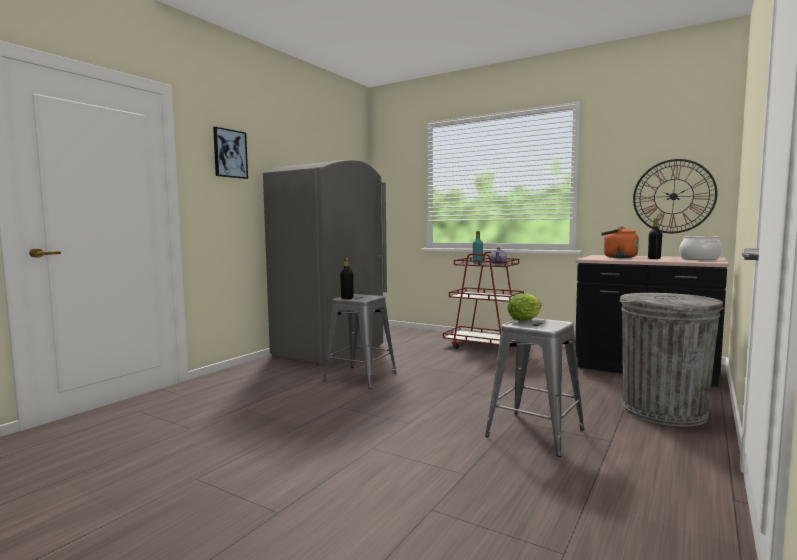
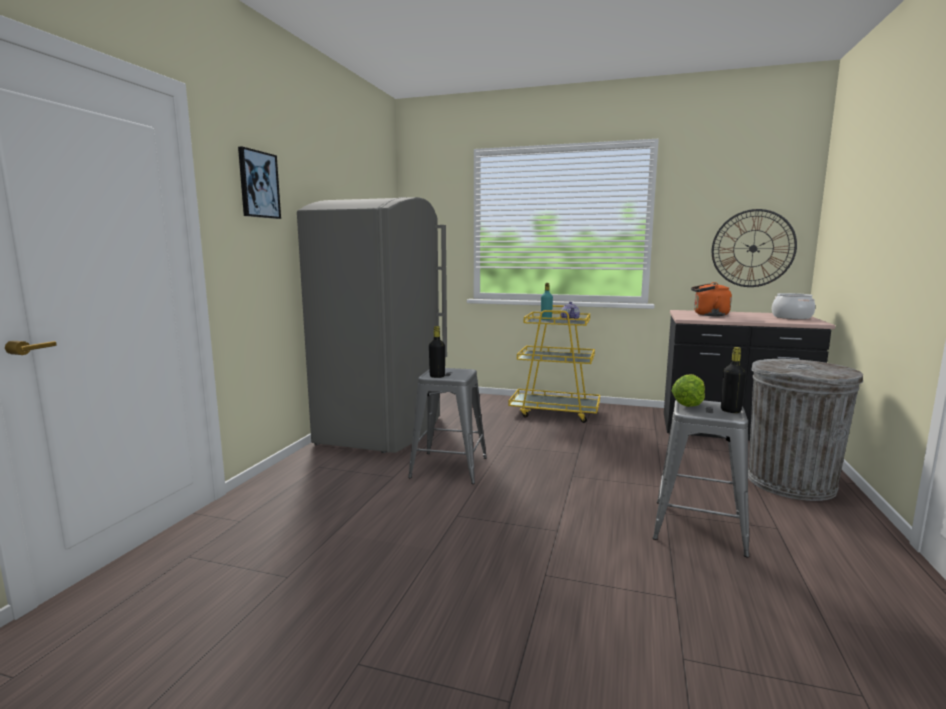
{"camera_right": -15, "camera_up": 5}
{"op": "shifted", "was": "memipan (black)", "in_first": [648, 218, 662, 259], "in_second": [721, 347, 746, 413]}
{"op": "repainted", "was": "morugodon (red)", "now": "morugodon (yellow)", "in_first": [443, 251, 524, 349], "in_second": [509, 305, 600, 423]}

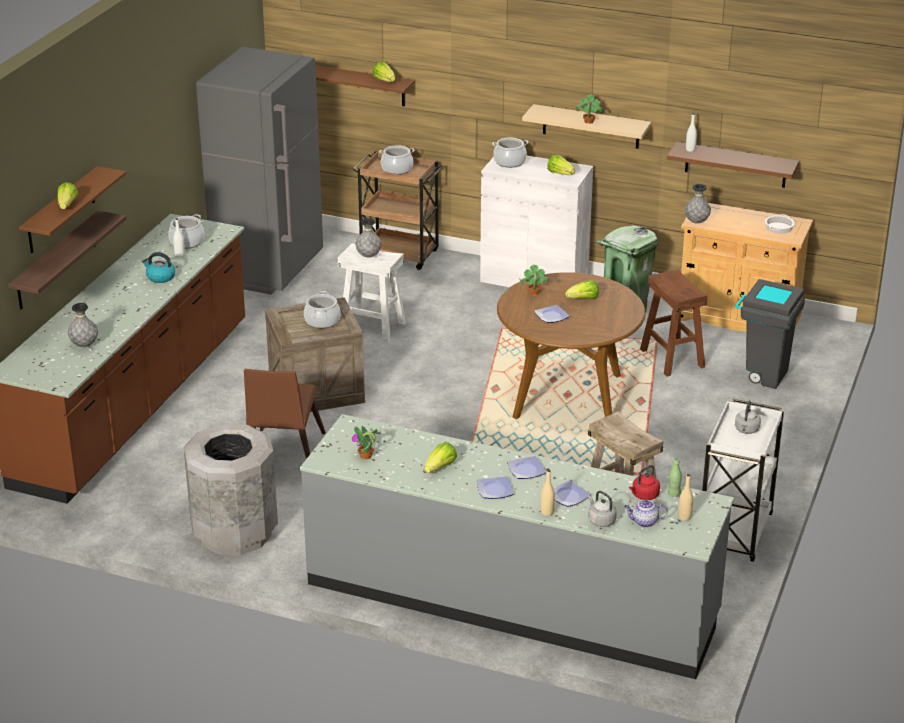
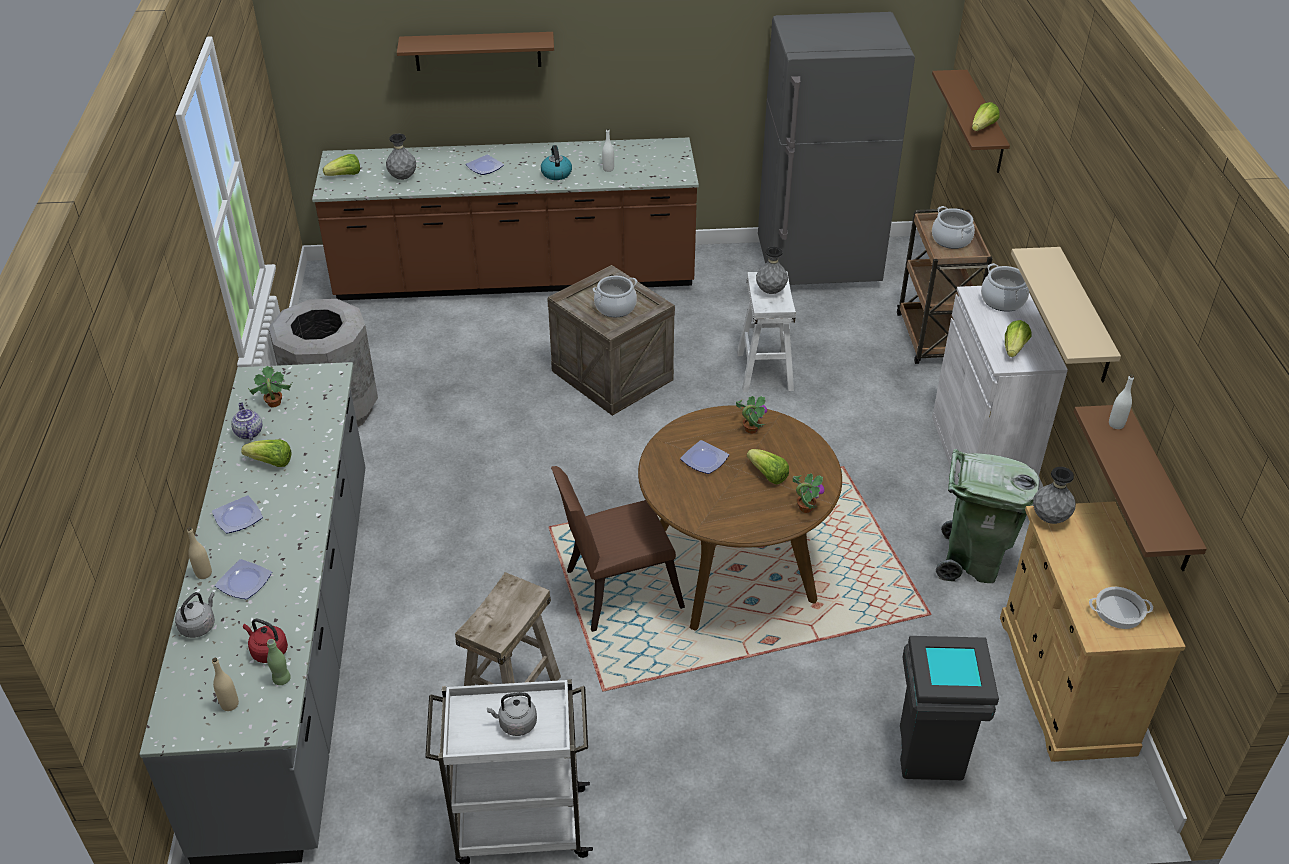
{"camera_right": 65, "camera_up": 10}
{"op": "shifted", "was": "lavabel", "in_first": [575, 95, 604, 124], "in_second": [793, 473, 825, 513]}
{"op": "shifted", "was": "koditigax", "in_first": [57, 182, 78, 209], "in_second": [323, 154, 360, 176]}
{"op": "gone", "was": "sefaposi", "in_first": [8, 211, 126, 309]}
{"op": "gone", "was": "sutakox", "in_first": [168, 214, 205, 249]}
{"op": "gone", "was": "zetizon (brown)", "in_first": [640, 269, 708, 377]}
{"op": "shifted", "was": "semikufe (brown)", "in_first": [244, 369, 326, 459], "in_second": [551, 466, 685, 632]}
{"op": "shifted", "was": "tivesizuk", "in_first": [507, 456, 546, 479], "in_second": [466, 155, 504, 175]}
{"op": "shifted", "was": "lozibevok", "in_first": [624, 500, 668, 527], "in_second": [231, 402, 262, 440]}

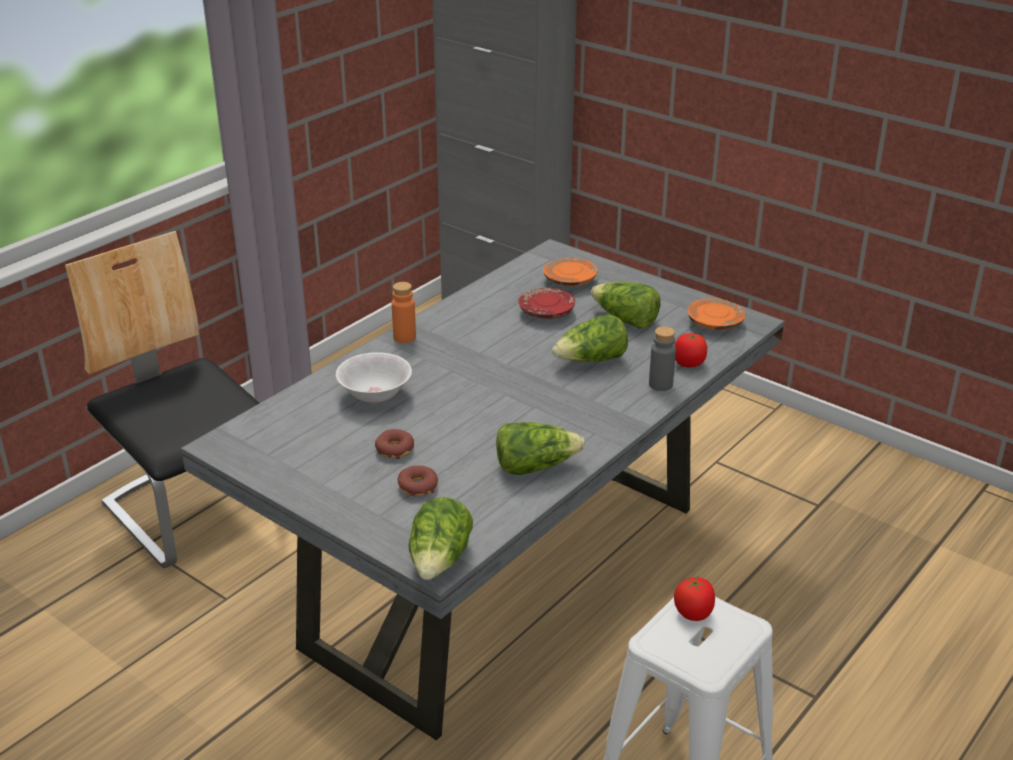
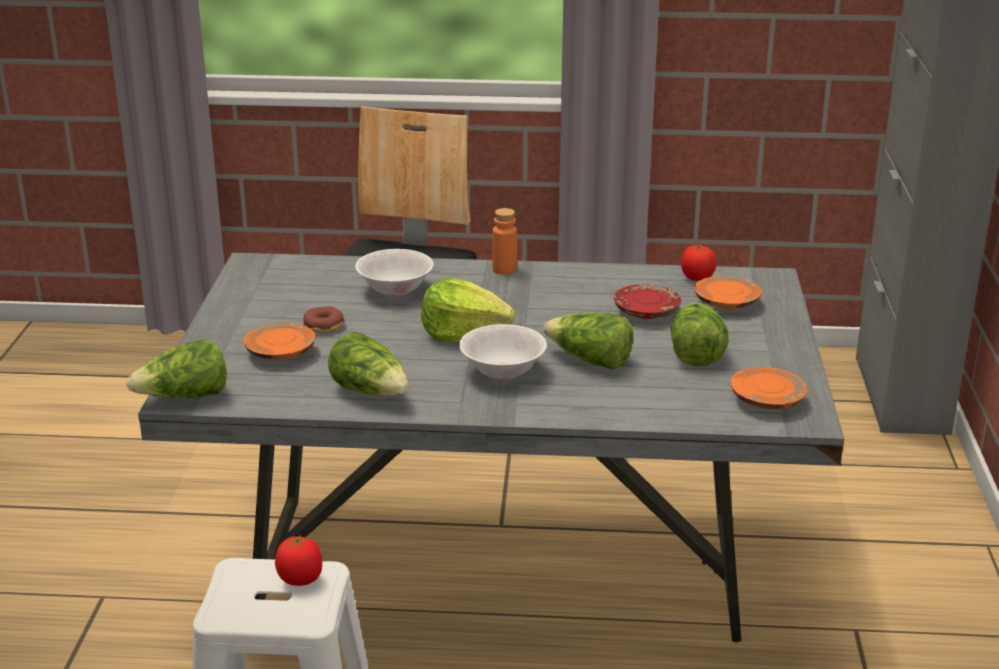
{"camera_right": 55, "camera_up": -5}
{"op": "gone", "was": "memipan (grey)", "in_first": [649, 326, 676, 391]}
{"op": "shifted", "was": "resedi", "in_first": [675, 333, 707, 368], "in_second": [681, 245, 716, 281]}
{"op": "swapped", "was": "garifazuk", "now": "tivesizuk (orange)", "in_first": [397, 466, 438, 496], "in_second": [243, 323, 315, 361]}
{"op": "new", "now": "koditigax", "in_second": [421, 278, 515, 342]}
{"op": "new", "now": "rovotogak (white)", "in_second": [459, 324, 547, 380]}

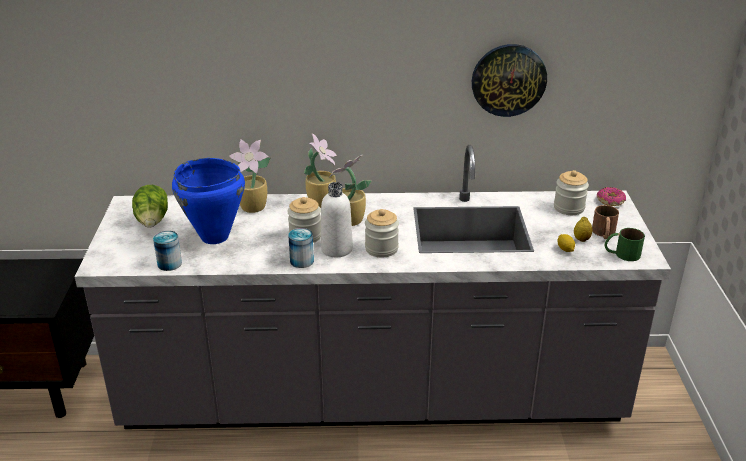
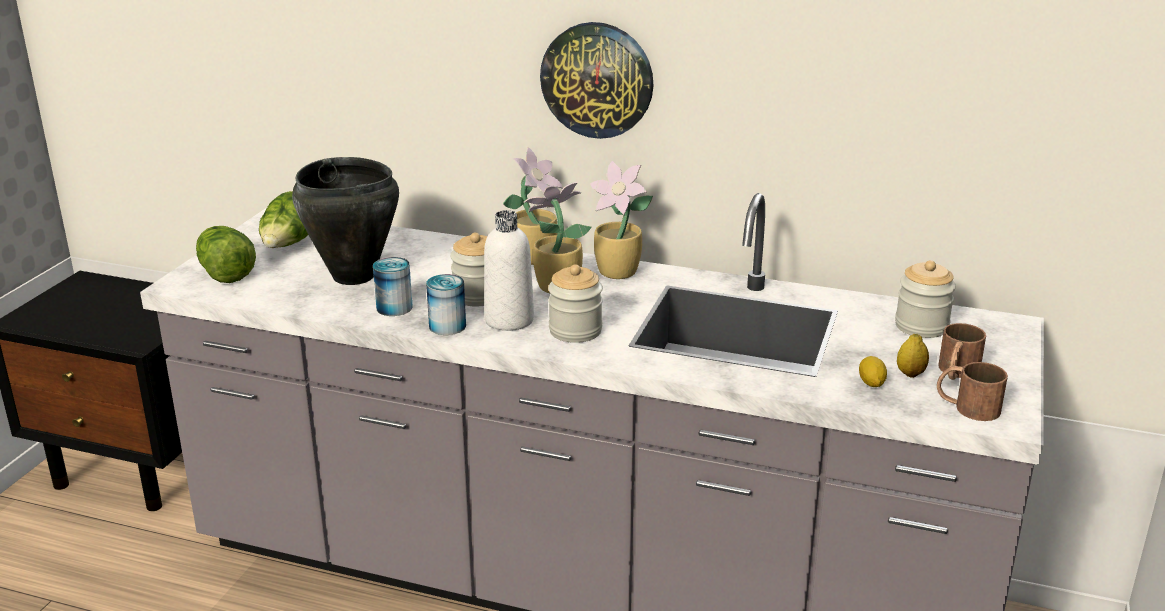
{"camera_right": 20, "camera_up": -5}
{"op": "shifted", "was": "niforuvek", "in_first": [472, 44, 547, 117], "in_second": [540, 22, 654, 139]}
{"op": "shifted", "was": "lavabel", "in_first": [230, 139, 270, 213], "in_second": [590, 161, 653, 279]}
{"op": "repainted", "was": "sutakox (blue)", "now": "sutakox (black)", "in_first": [172, 158, 245, 244], "in_second": [292, 157, 399, 285]}
{"op": "gone", "was": "garifazuk", "in_first": [597, 187, 626, 206]}
{"op": "repainted", "was": "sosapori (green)", "now": "sosapori (brown)", "in_first": [605, 228, 645, 261], "in_second": [937, 362, 1008, 421]}
{"op": "shifted", "was": "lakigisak", "in_first": [153, 231, 182, 271], "in_second": [373, 257, 413, 316]}
{"op": "new", "now": "koditigax", "in_second": [196, 226, 256, 283]}

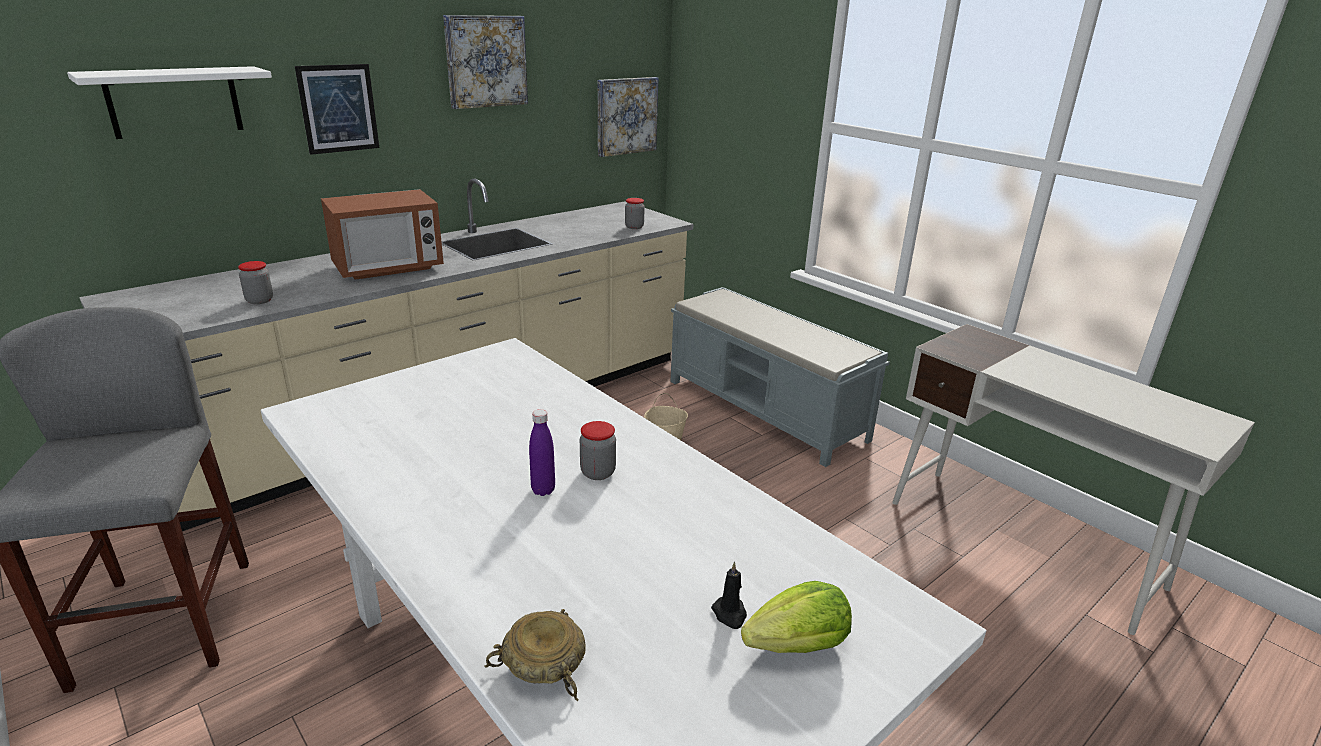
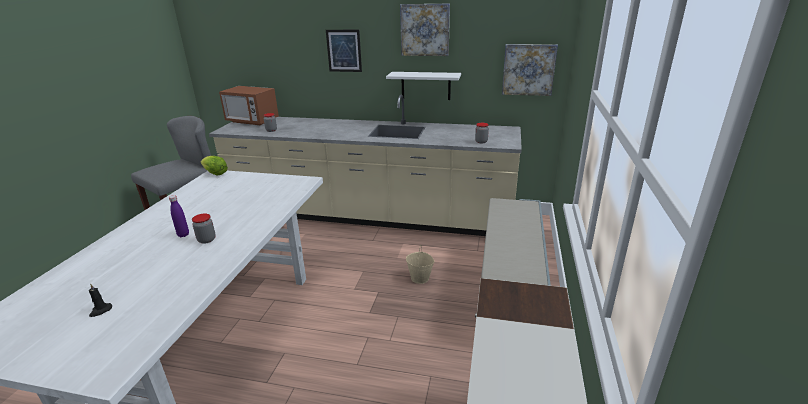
{"camera_right": 55, "camera_up": 0}
{"op": "shifted", "was": "sefaposi (white)", "in_first": [67, 66, 272, 139], "in_second": [386, 72, 461, 100]}
{"op": "shifted", "was": "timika", "in_first": [321, 189, 444, 280], "in_second": [219, 86, 279, 125]}
{"op": "shifted", "was": "koditigax", "in_first": [741, 581, 852, 653], "in_second": [201, 156, 228, 176]}
{"op": "gone", "was": "rovotogak (beige)", "in_first": [484, 609, 586, 701]}

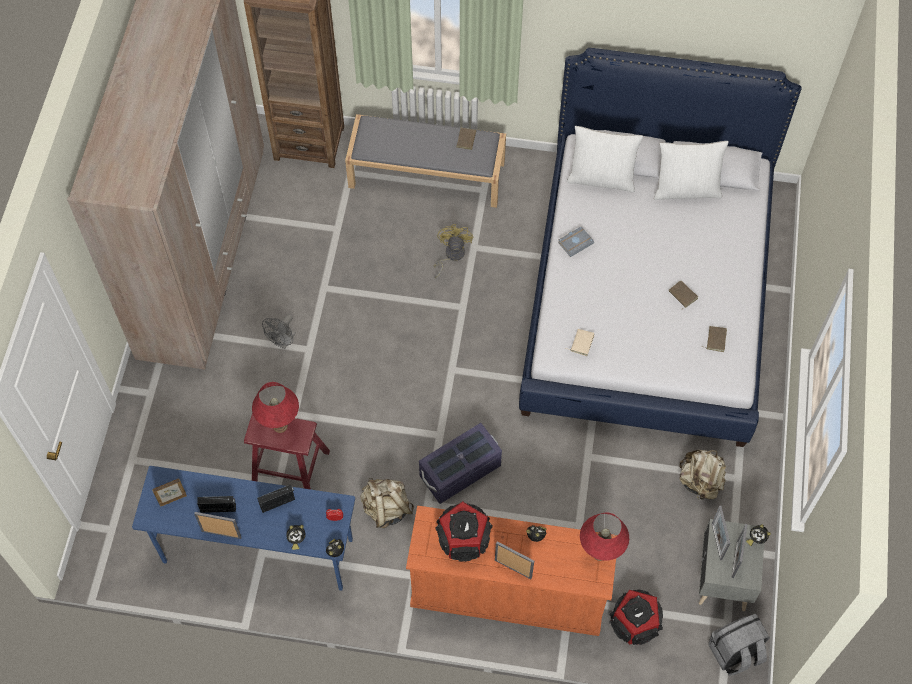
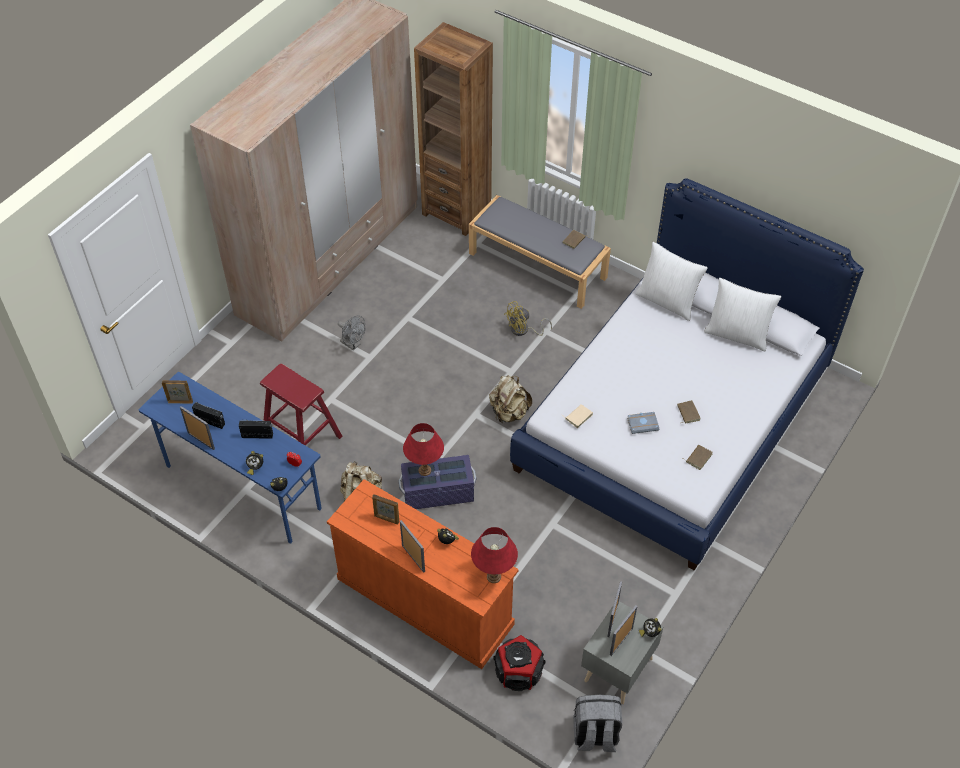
{"camera_right": 25, "camera_up": -10}
{"op": "rotated", "was": "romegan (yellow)", "in_first": [434, 224, 473, 278], "in_second": [504, 301, 552, 336], "clockwise": -150}
{"op": "shifted", "was": "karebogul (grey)", "in_first": [558, 226, 594, 257], "in_second": [627, 412, 659, 434]}
{"op": "rotated", "was": "romegan (grey)", "in_first": [262, 314, 296, 349], "in_second": [338, 315, 365, 351], "clockwise": -105}
{"op": "shifted", "was": "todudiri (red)", "in_first": [252, 382, 299, 433], "in_second": [403, 423, 444, 476]}
{"op": "shifted", "was": "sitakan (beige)", "in_first": [679, 450, 726, 500], "in_second": [489, 375, 532, 423]}
{"op": "swapped", "was": "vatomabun", "now": "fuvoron", "in_first": [436, 501, 493, 562], "in_second": [372, 494, 399, 524]}

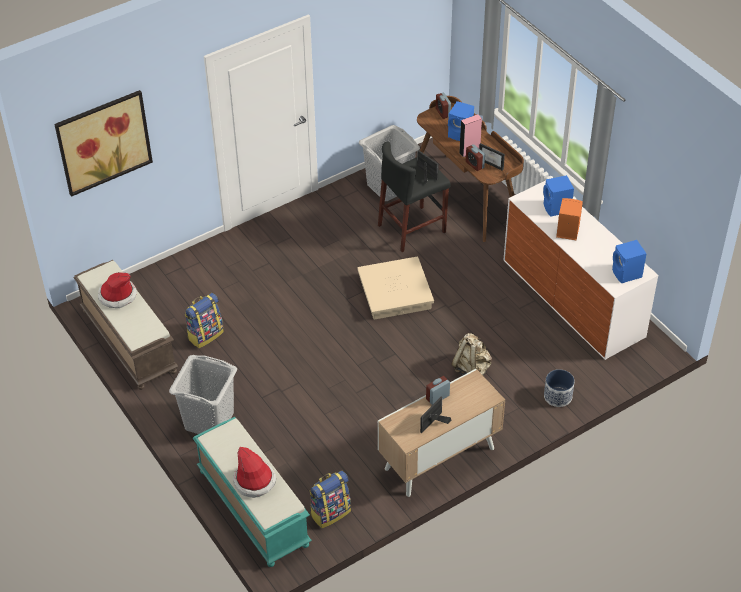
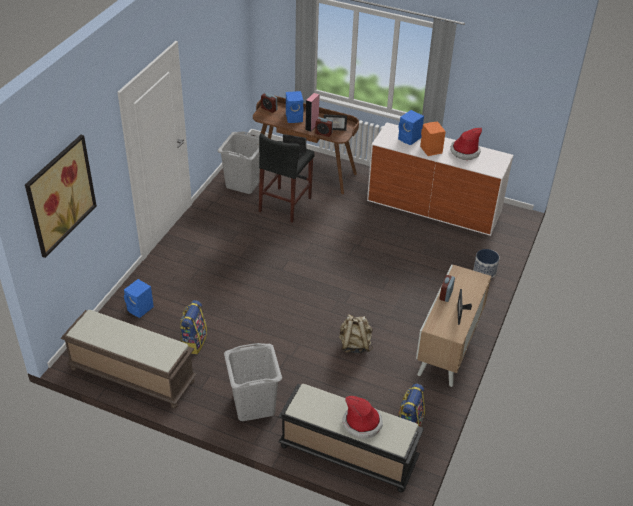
{"camera_right": -35, "camera_up": -5}
{"op": "shifted", "was": "vatomabun (blue)", "in_first": [612, 240, 647, 283], "in_second": [124, 279, 154, 318]}
{"op": "gone", "was": "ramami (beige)", "in_first": [357, 256, 434, 320]}
{"op": "shifted", "was": "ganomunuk", "in_first": [98, 272, 136, 308], "in_second": [450, 128, 482, 160]}
{"op": "shifted", "was": "sitakan (beige)", "in_first": [451, 333, 492, 376], "in_second": [339, 314, 373, 353]}
{"op": "repainted", "was": "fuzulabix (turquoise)", "now": "fuzulabix (black)", "in_first": [193, 417, 312, 567], "in_second": [278, 384, 424, 492]}

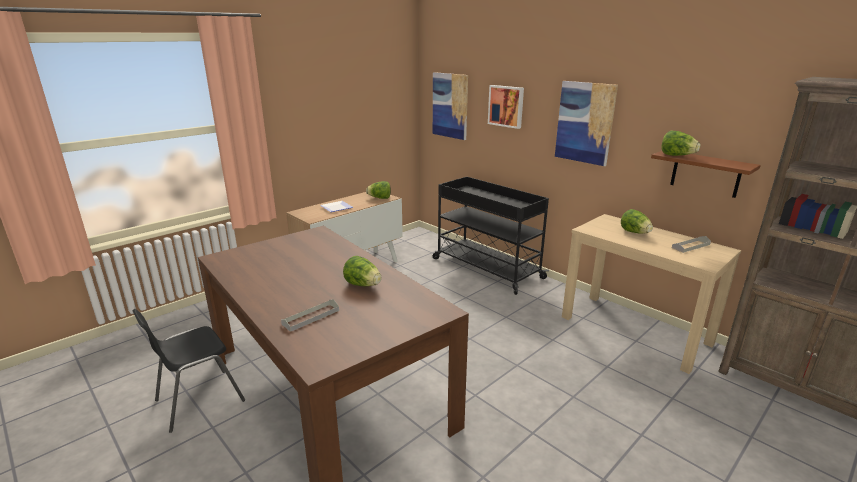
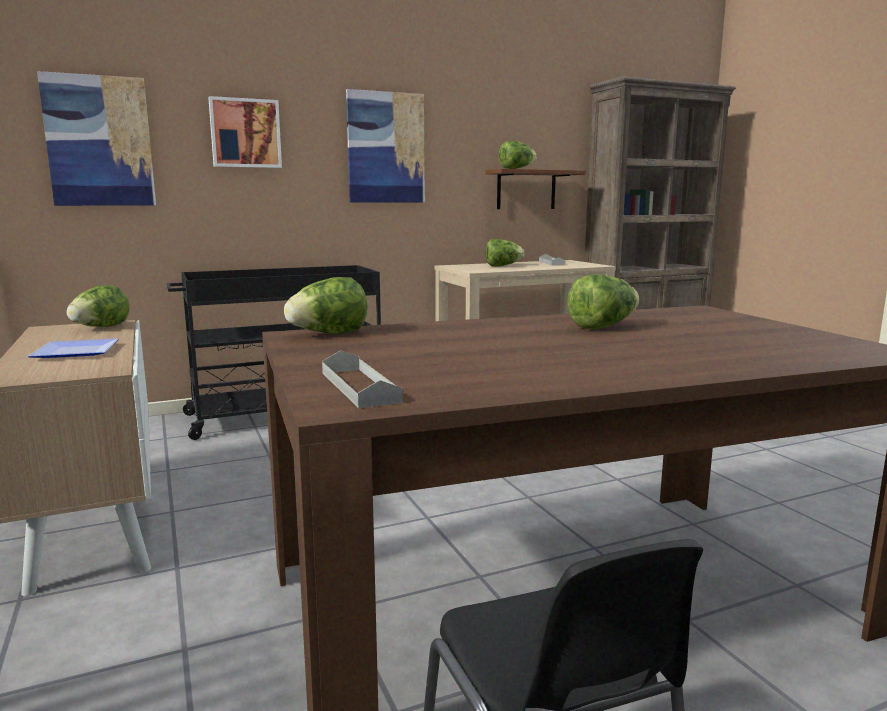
{"camera_right": -70, "camera_up": -10}
{"op": "shifted", "was": "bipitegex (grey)", "in_first": [281, 299, 339, 332], "in_second": [322, 350, 402, 408]}
{"op": "new", "now": "koditigax", "in_second": [284, 277, 368, 334]}

